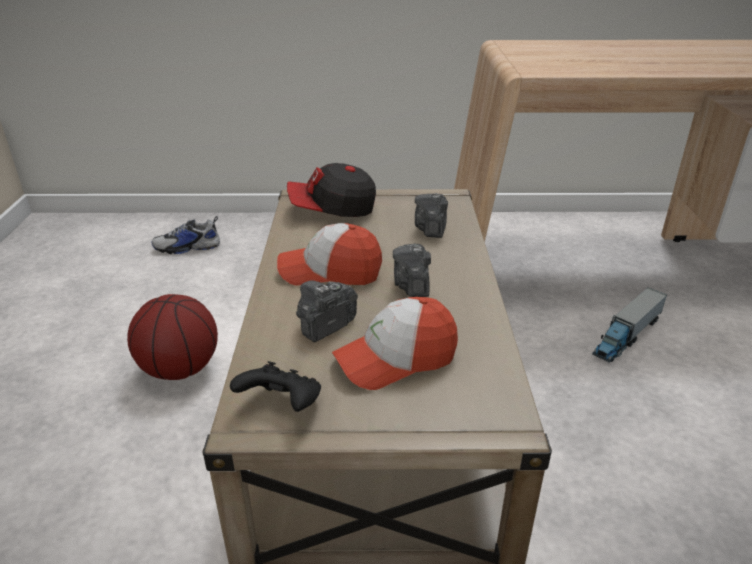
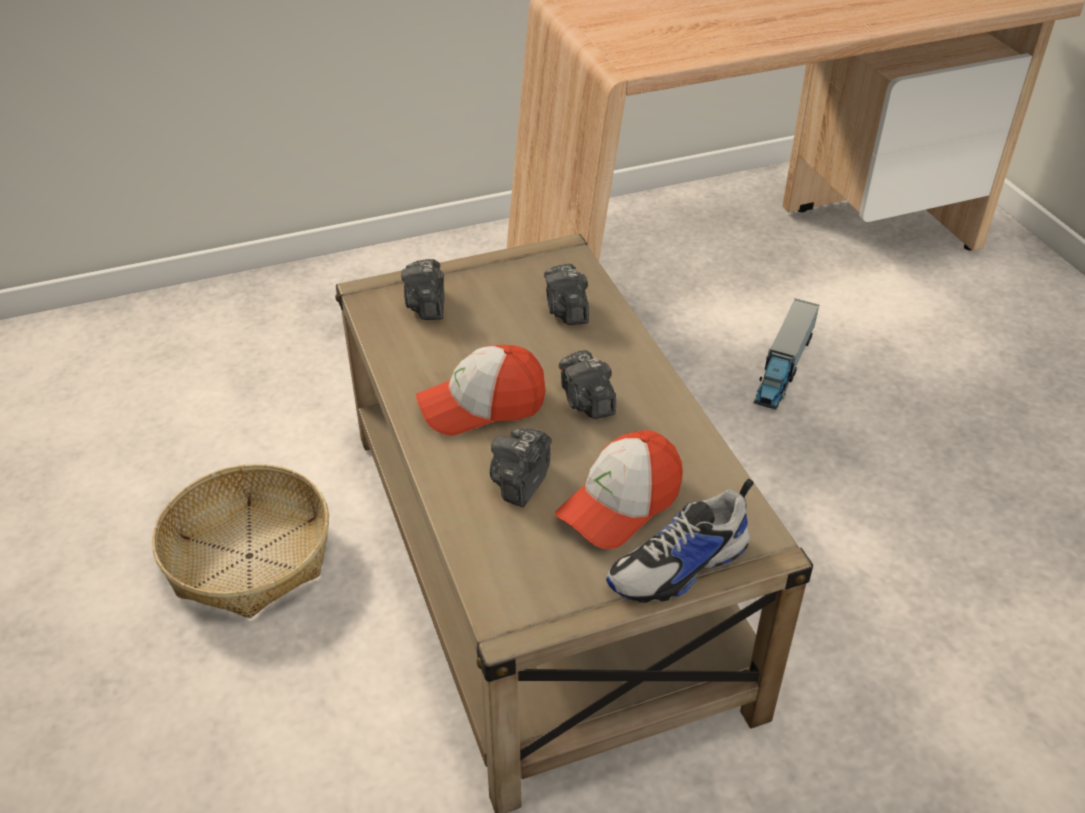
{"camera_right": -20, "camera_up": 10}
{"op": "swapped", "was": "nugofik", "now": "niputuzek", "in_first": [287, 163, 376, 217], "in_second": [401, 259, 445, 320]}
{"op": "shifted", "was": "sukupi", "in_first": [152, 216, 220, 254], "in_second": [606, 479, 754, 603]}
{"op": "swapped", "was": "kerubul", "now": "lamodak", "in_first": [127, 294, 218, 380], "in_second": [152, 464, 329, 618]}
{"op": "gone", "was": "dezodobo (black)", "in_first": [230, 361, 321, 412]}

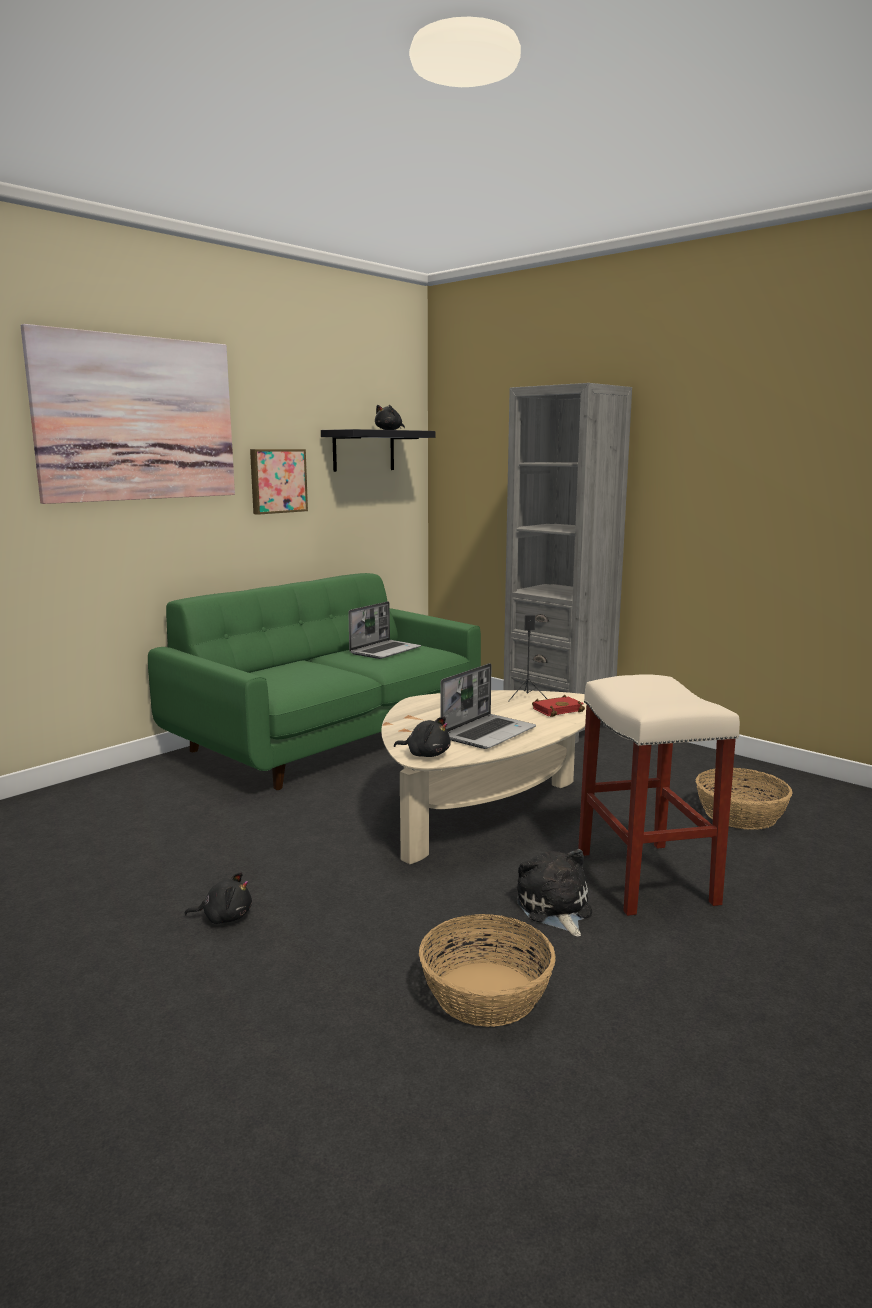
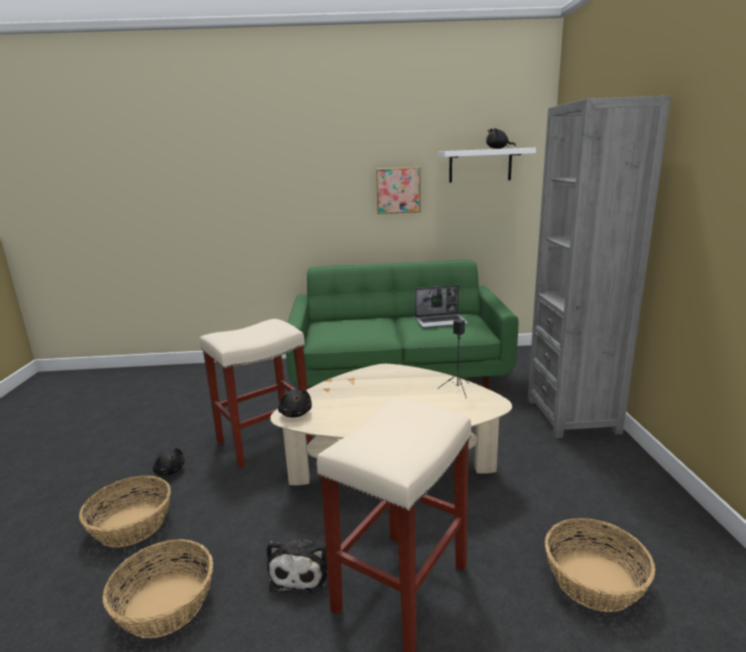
{"camera_right": 45, "camera_up": 5}
{"op": "gone", "was": "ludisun", "in_first": [21, 324, 235, 504]}
{"op": "repainted", "was": "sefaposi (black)", "now": "sefaposi (white)", "in_first": [321, 429, 435, 472], "in_second": [438, 148, 536, 183]}
{"op": "gone", "was": "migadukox", "in_first": [440, 663, 536, 749]}
{"op": "gone", "was": "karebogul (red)", "in_first": [532, 695, 585, 717]}
{"op": "rotated", "was": "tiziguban", "in_first": [516, 849, 592, 937], "in_second": [267, 539, 328, 593], "clockwise": 150}
{"op": "new", "now": "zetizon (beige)", "in_second": [200, 319, 312, 468]}
{"op": "new", "now": "lamodak", "in_second": [79, 476, 171, 548]}

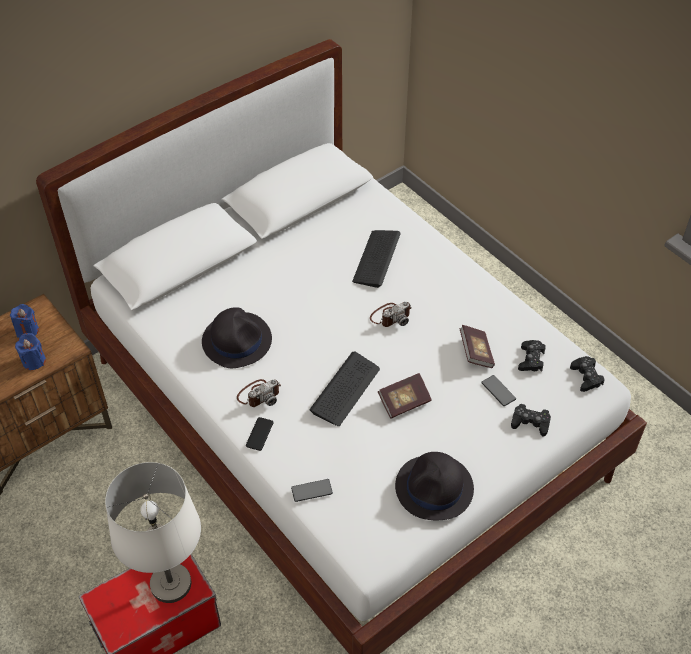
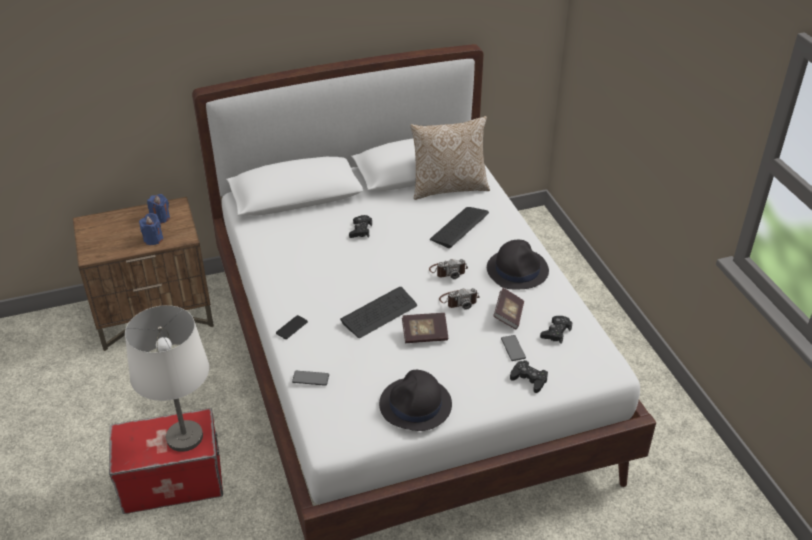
{"camera_right": 20, "camera_up": -10}
{"op": "shifted", "was": "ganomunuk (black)", "in_first": [202, 307, 272, 368], "in_second": [487, 240, 549, 289]}
{"op": "shifted", "was": "dezodobo (black)", "in_first": [570, 356, 605, 392], "in_second": [349, 215, 372, 238]}
{"op": "shifted", "was": "niputuzek", "in_first": [237, 379, 281, 407], "in_second": [439, 288, 480, 310]}
{"op": "new", "now": "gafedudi", "in_second": [410, 116, 490, 200]}

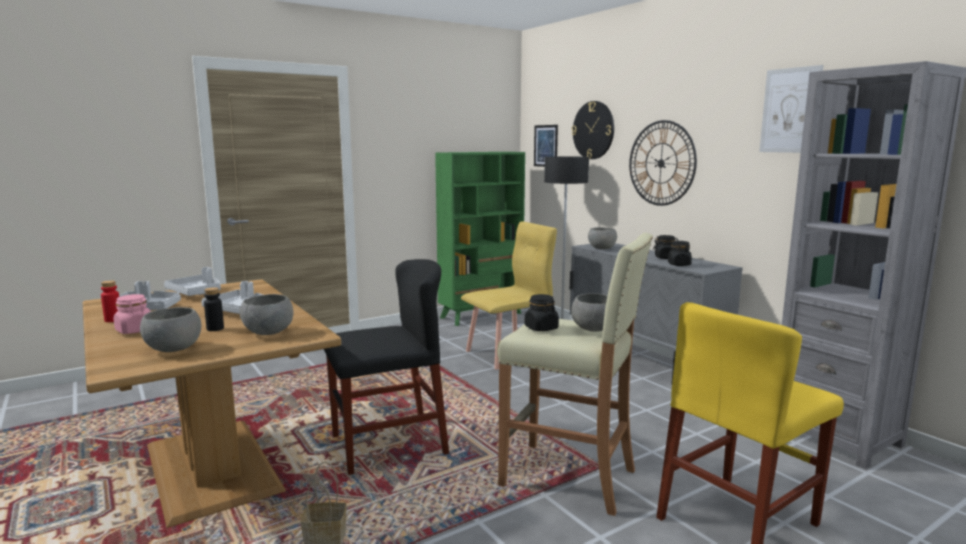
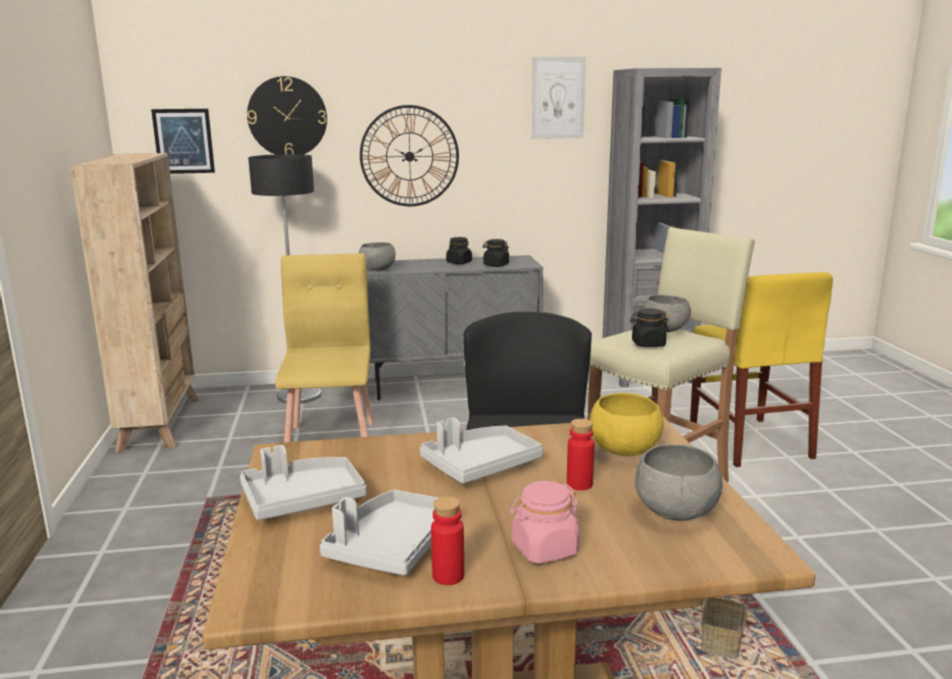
{"camera_right": -65, "camera_up": 5}
{"op": "repainted", "was": "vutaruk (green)", "now": "vutaruk (beige)", "in_first": [435, 152, 525, 326], "in_second": [70, 153, 199, 453]}
{"op": "repainted", "was": "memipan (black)", "now": "memipan (red)", "in_first": [204, 287, 224, 331], "in_second": [567, 419, 594, 490]}
{"op": "repainted", "was": "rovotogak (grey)", "now": "rovotogak (yellow)", "in_first": [239, 294, 293, 335], "in_second": [590, 393, 664, 456]}

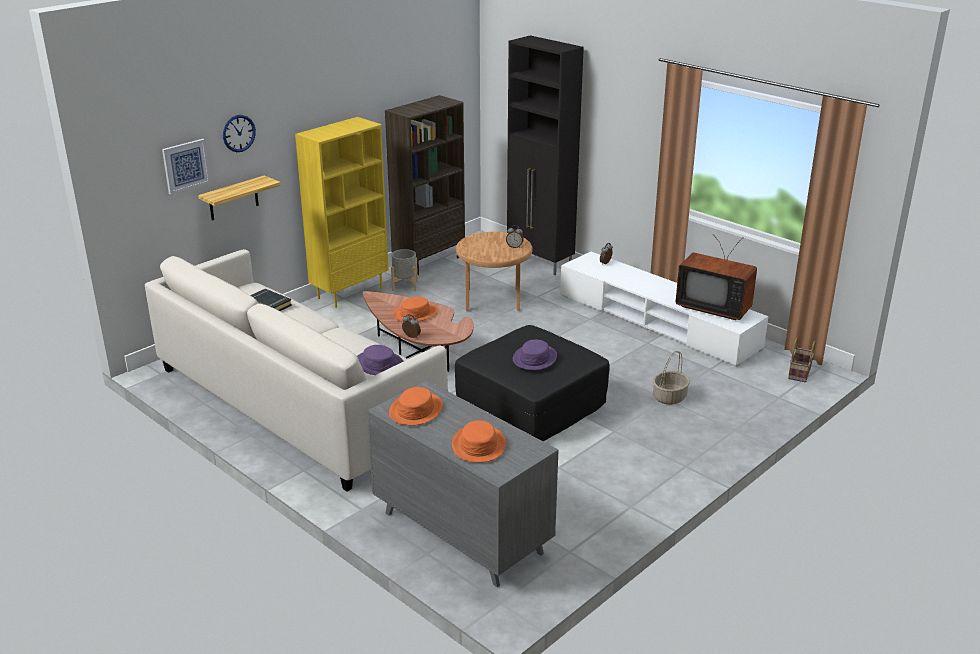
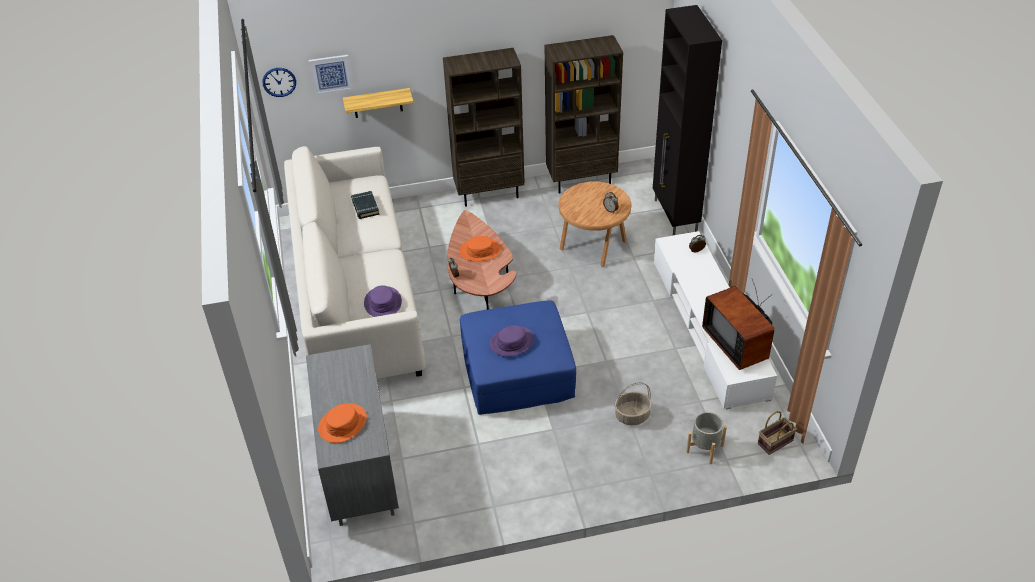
{"camera_right": 35, "camera_up": 15}
{"op": "shifted", "was": "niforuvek", "in_first": [223, 115, 256, 152], "in_second": [263, 68, 296, 97]}
{"op": "repainted", "was": "vutaruk (yellow)", "now": "vutaruk (brown)", "in_first": [295, 117, 389, 308], "in_second": [443, 48, 525, 207]}
{"op": "shifted", "was": "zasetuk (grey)", "in_first": [391, 249, 418, 291], "in_second": [686, 412, 727, 464]}
{"op": "repainted", "was": "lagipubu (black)", "now": "lagipubu (blue)", "in_first": [455, 325, 610, 441], "in_second": [460, 300, 576, 415]}
{"op": "gone", "was": "ganomunuk (orange)", "in_first": [389, 387, 443, 425]}

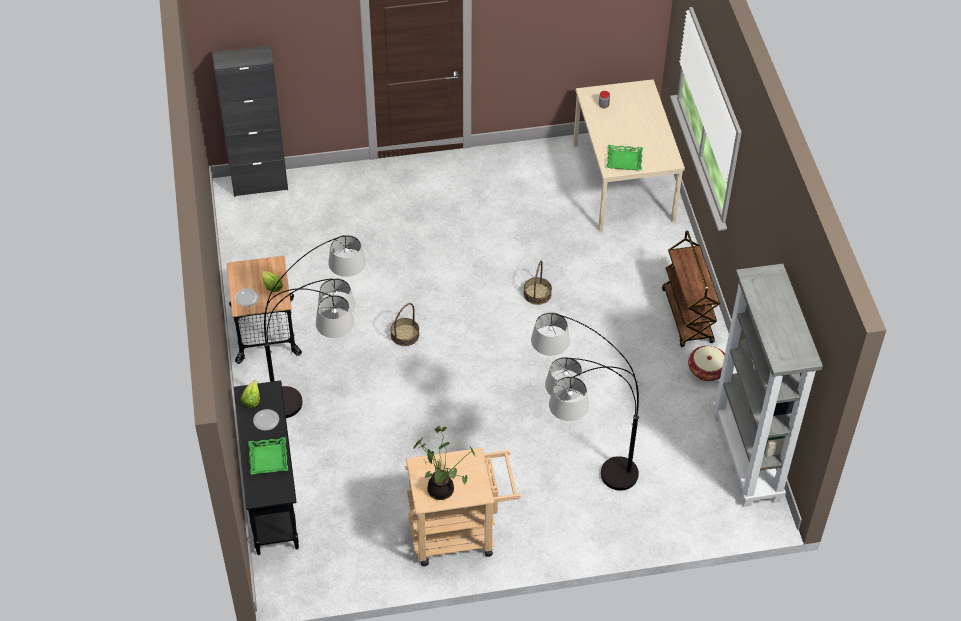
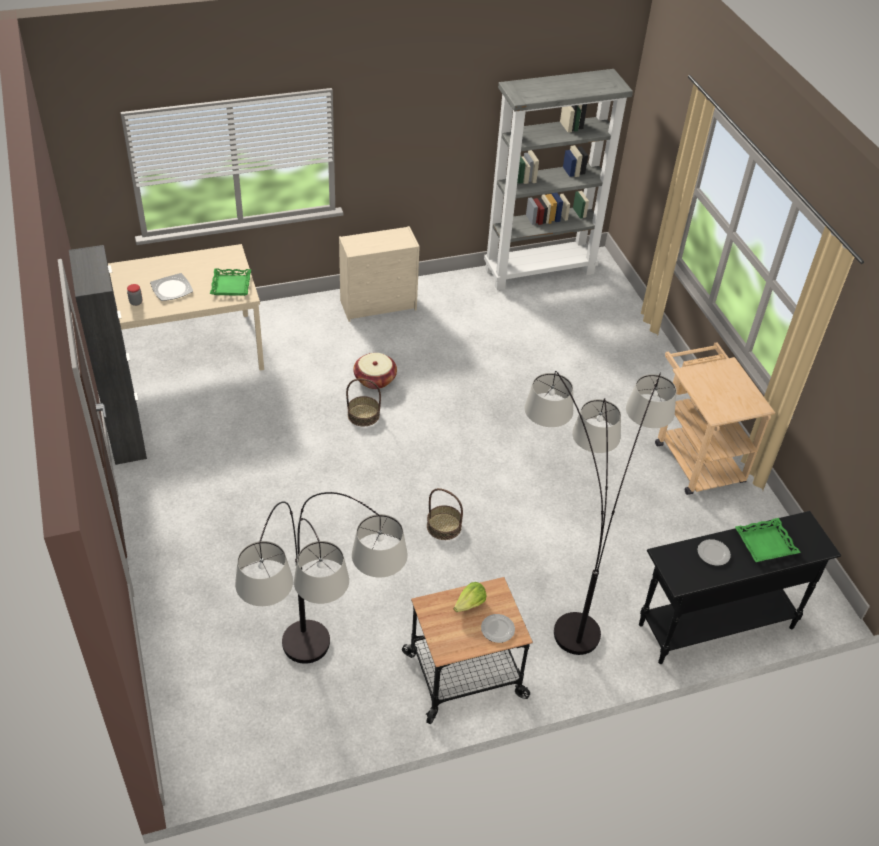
{"camera_right": -100, "camera_up": -5}
{"op": "shifted", "was": "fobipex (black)", "in_first": [212, 46, 288, 197], "in_second": [69, 245, 147, 465]}
{"op": "swapped", "was": "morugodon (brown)", "now": "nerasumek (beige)", "in_first": [662, 231, 720, 347], "in_second": [339, 226, 420, 322]}
{"op": "shifted", "was": "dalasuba", "in_first": [531, 312, 639, 491], "in_second": [235, 492, 407, 664]}
{"op": "shifted", "was": "lamodak", "in_first": [688, 346, 725, 381], "in_second": [353, 353, 397, 389]}
{"op": "gone", "was": "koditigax", "in_first": [241, 380, 260, 408]}
{"op": "gone", "was": "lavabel", "in_first": [413, 426, 476, 500]}
{"op": "new", "now": "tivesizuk", "in_second": [150, 273, 193, 301]}

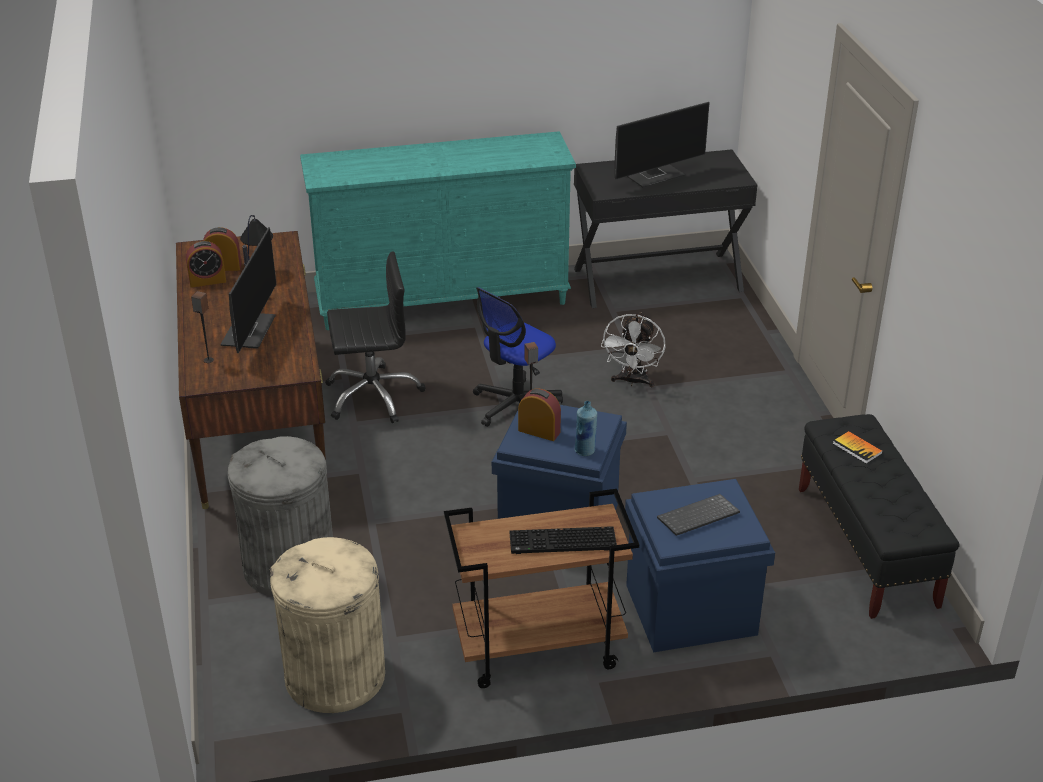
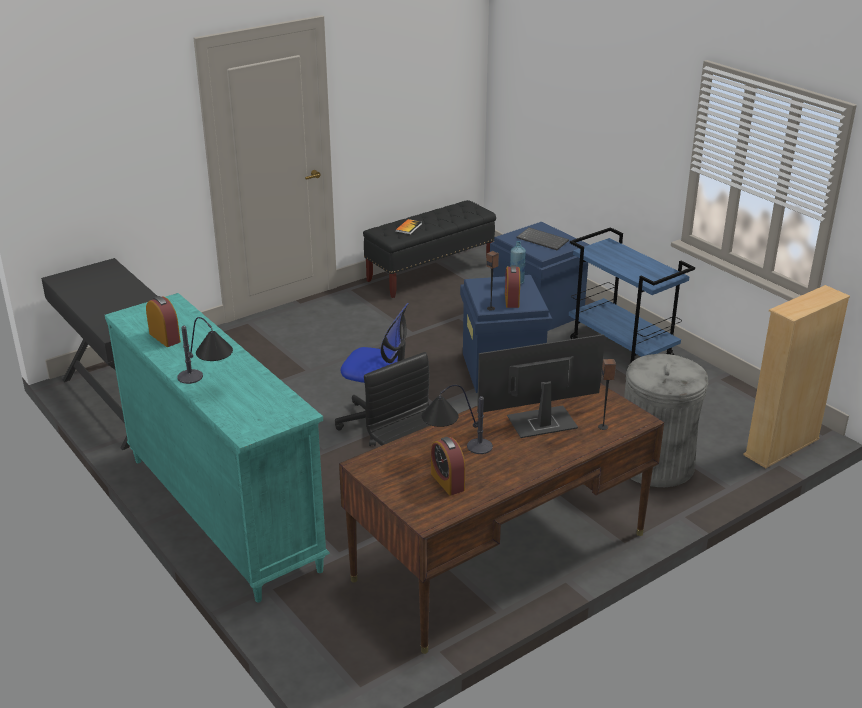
{"camera_right": -115, "camera_up": -5}
{"op": "gone", "was": "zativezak", "in_first": [614, 102, 710, 188]}
{"op": "shifted", "was": "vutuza", "in_first": [186, 241, 226, 288], "in_second": [146, 296, 181, 347]}
{"op": "gone", "was": "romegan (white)", "in_first": [601, 312, 665, 387]}
{"op": "repainted", "was": "morugodon (brown)", "now": "morugodon (blue)", "in_first": [444, 489, 639, 688], "in_second": [569, 227, 695, 363]}
{"op": "gone", "was": "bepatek", "in_first": [510, 526, 617, 554]}
{"op": "gone", "was": "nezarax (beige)", "in_first": [270, 537, 385, 713]}
{"op": "new", "now": "vutaruk (beige)", "in_second": [743, 285, 850, 468]}
{"op": "new", "now": "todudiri", "in_second": [177, 317, 233, 384]}

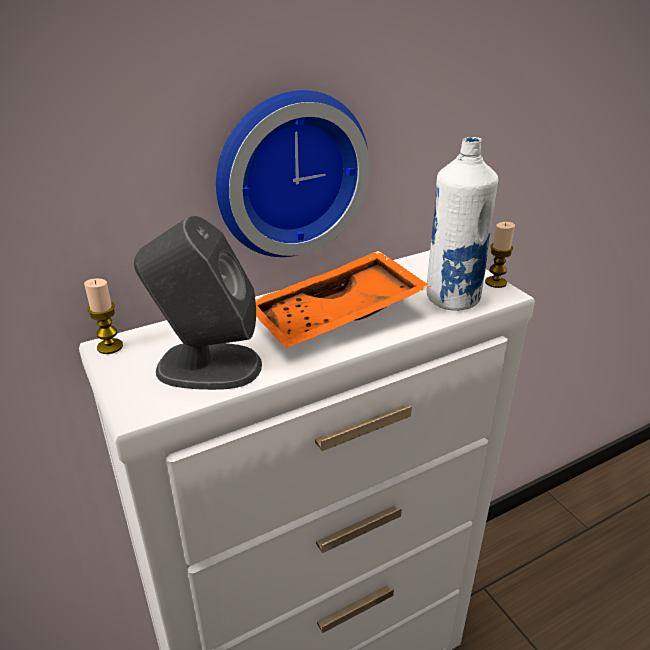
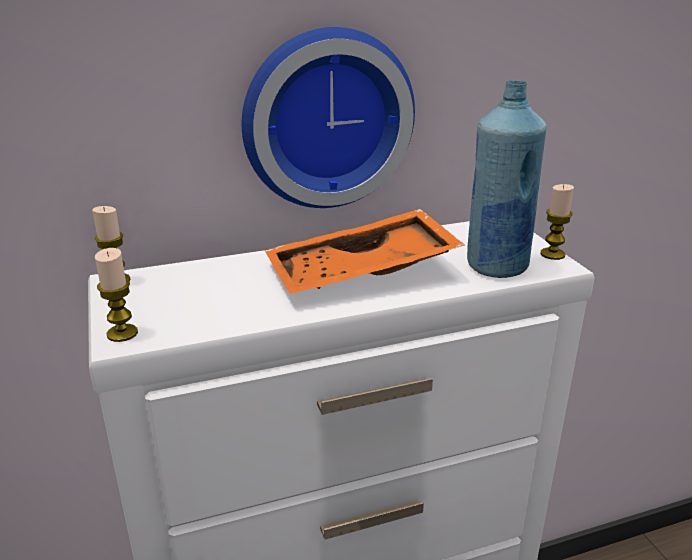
{"camera_right": 10, "camera_up": -5}
{"op": "repainted", "was": "memipan (white)", "now": "memipan (blue)", "in_first": [427, 137, 498, 311], "in_second": [467, 80, 547, 278]}
{"op": "gone", "was": "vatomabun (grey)", "in_first": [134, 215, 262, 390]}
{"op": "new", "now": "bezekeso", "in_second": [95, 248, 138, 342]}

